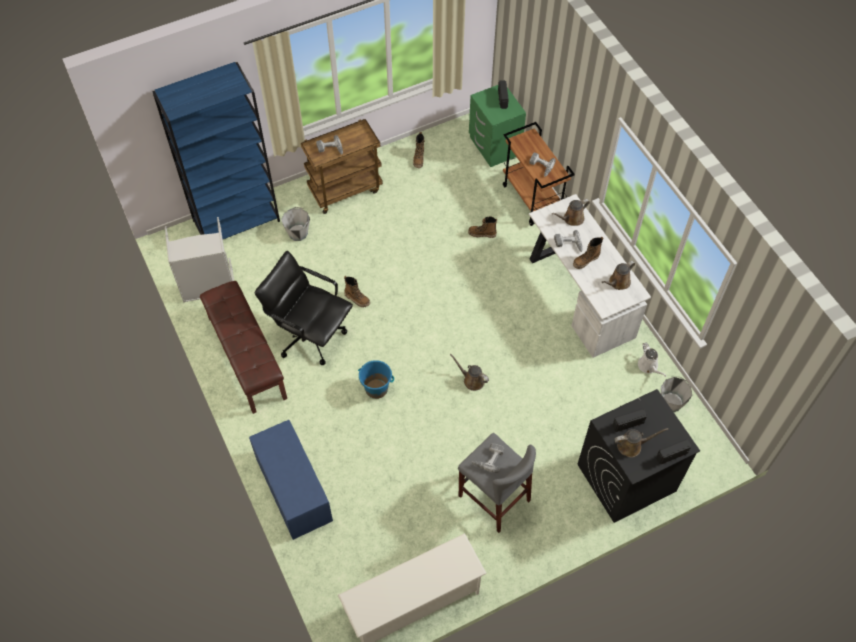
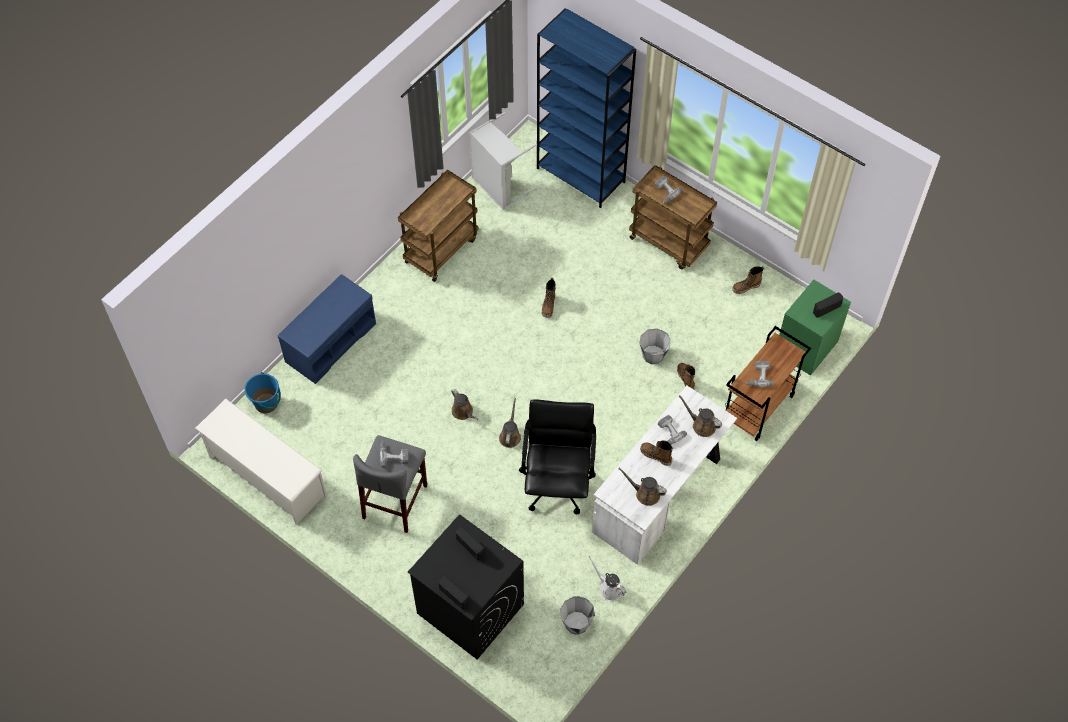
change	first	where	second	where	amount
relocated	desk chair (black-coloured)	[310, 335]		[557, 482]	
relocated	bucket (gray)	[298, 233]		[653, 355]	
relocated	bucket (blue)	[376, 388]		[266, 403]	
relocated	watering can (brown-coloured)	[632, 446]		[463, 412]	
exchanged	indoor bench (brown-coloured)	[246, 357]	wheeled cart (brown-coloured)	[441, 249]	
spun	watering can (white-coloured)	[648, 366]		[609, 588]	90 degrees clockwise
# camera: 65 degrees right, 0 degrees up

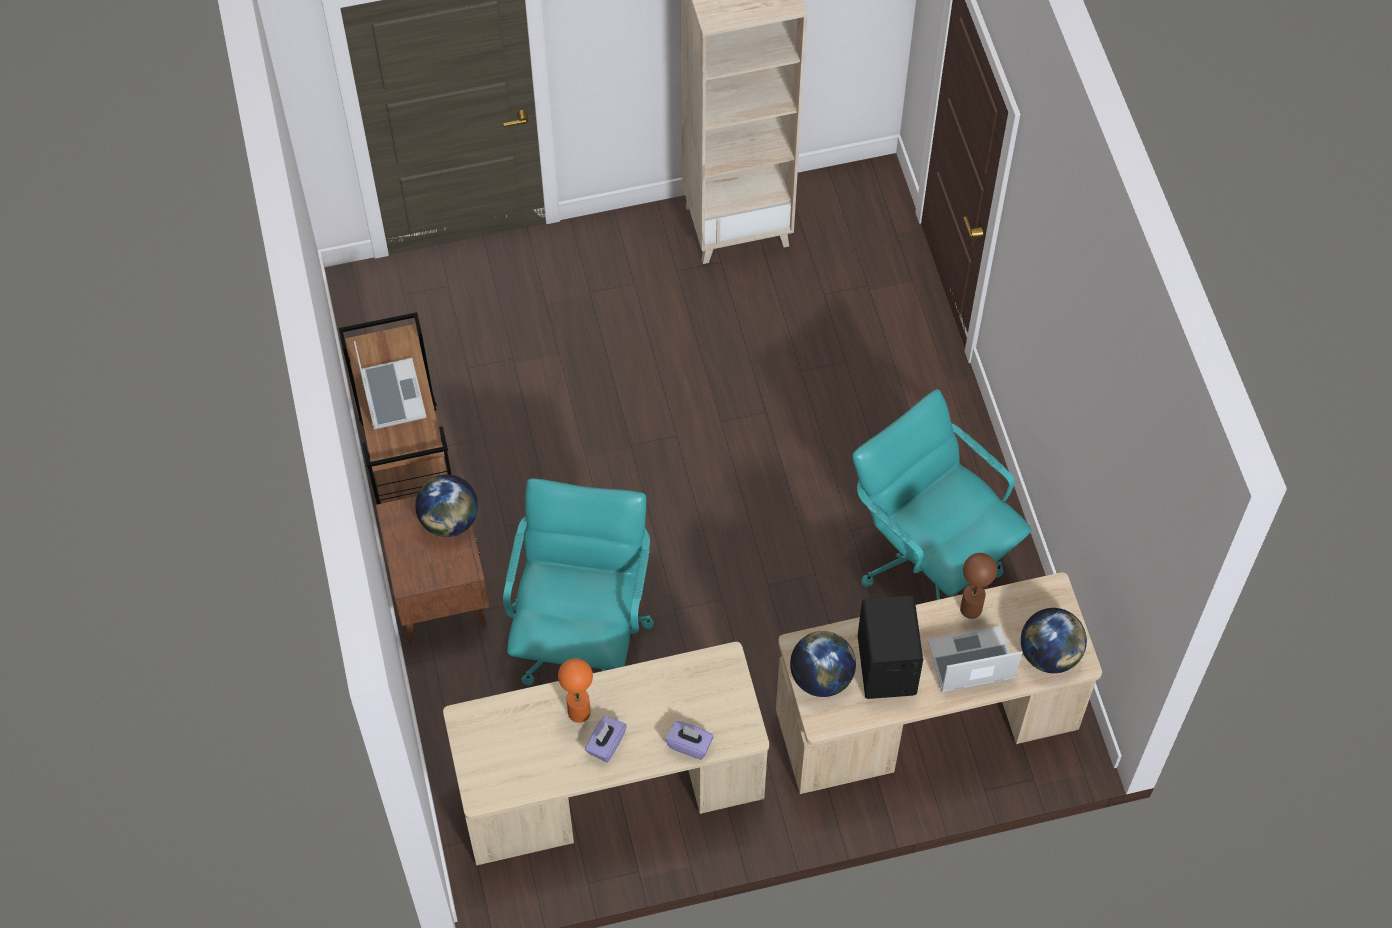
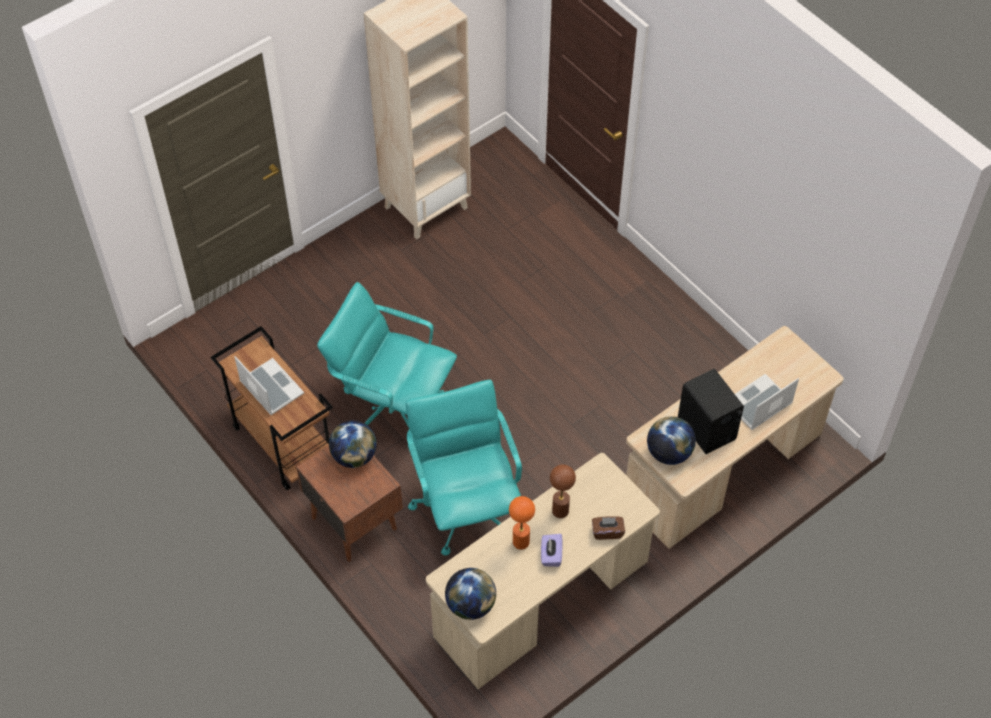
change	first	where	second	where	amount
relocated	desk chair (turquoise)	[928, 557]		[392, 407]	
relocated	lamp for a table (brown-coloured)	[971, 609]		[560, 511]	
relocated	desk globe	[1049, 654]		[471, 605]	
colour	tissue holder (purple)	[689, 745]	tissue holder (brown-coloured)	[607, 532]	
# camera: 25 degrees left, 5 degrees down

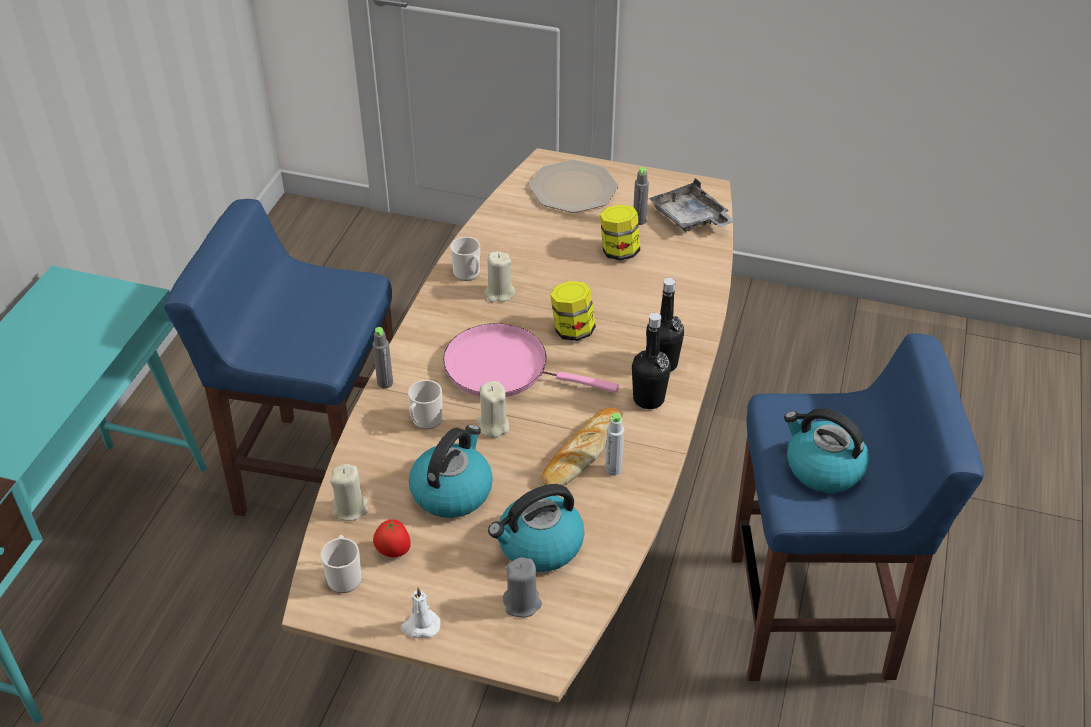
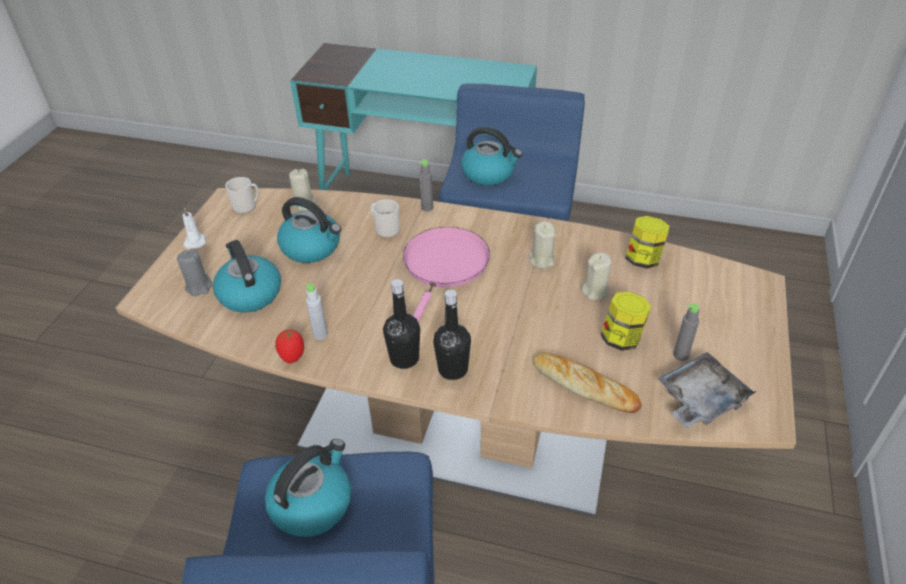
change	first	where	second	where	amount
missing	tea mug	[468, 274]			
missing	flat dish	[573, 189]			
appeared			water kettle	[489, 173]	
relocated	fresh tomato	[393, 552]		[293, 356]	
relocated	wax candle (sand-coloured)	[493, 426]		[595, 291]	
relocated	baked bread	[582, 453]		[584, 386]	
relocated	storage jar	[572, 330]		[643, 259]	
# camera: 90 degrees right, 0 degrees up

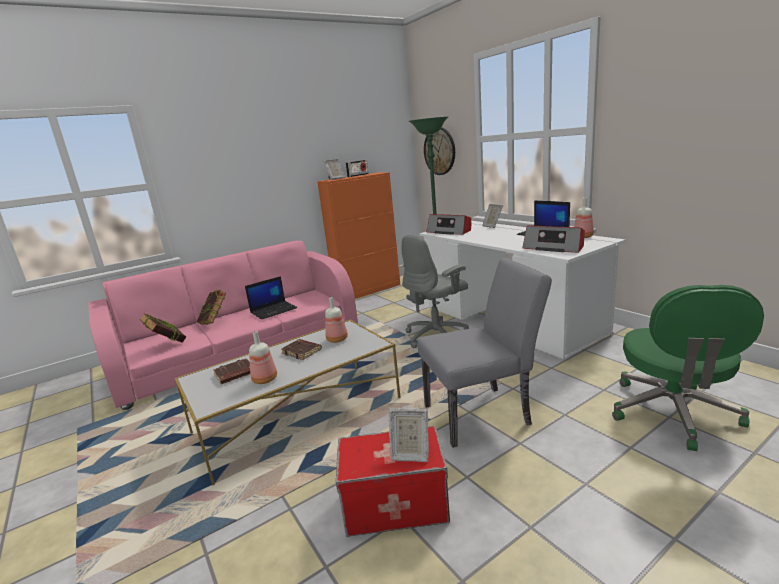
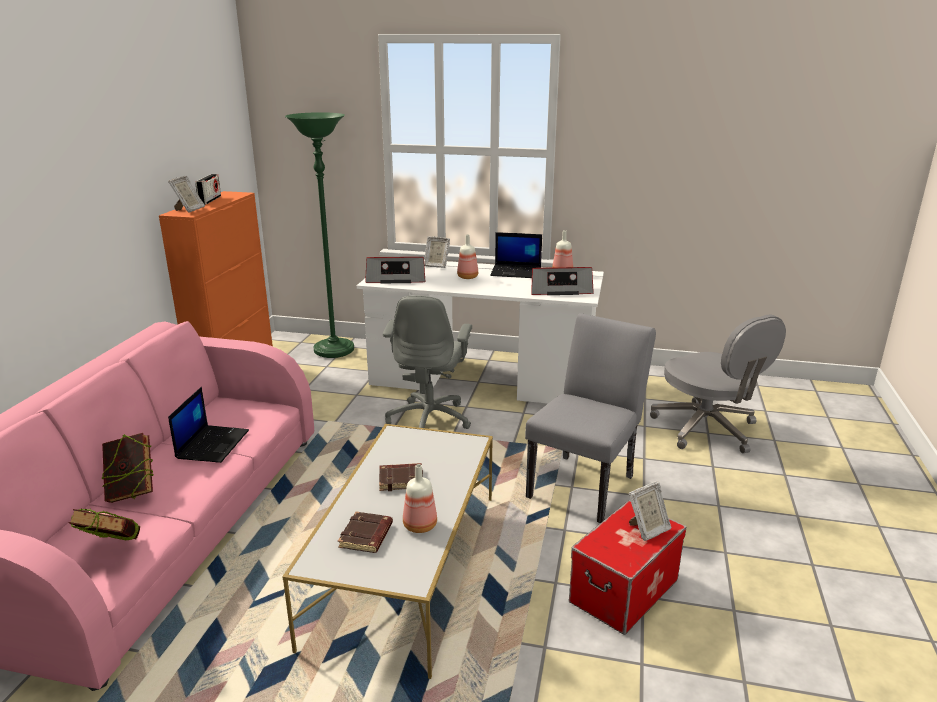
change	first	where	second	where	amount
missing	wall clock	[439, 151]			
relocated	bottle	[338, 339]		[468, 277]	
colour	desk chair (green-coloured)	[673, 413]	desk chair (gray)	[707, 429]	
# camera: 45 degrees left, 5 degrees up

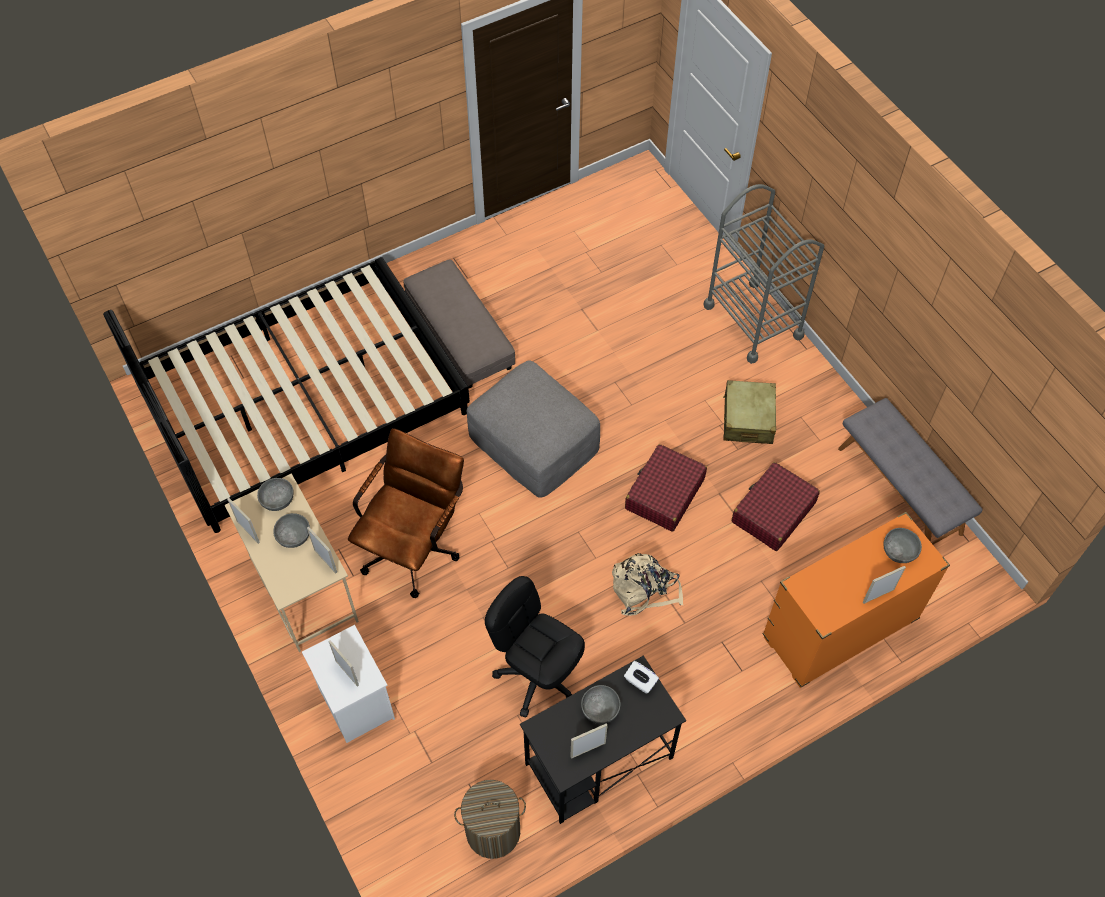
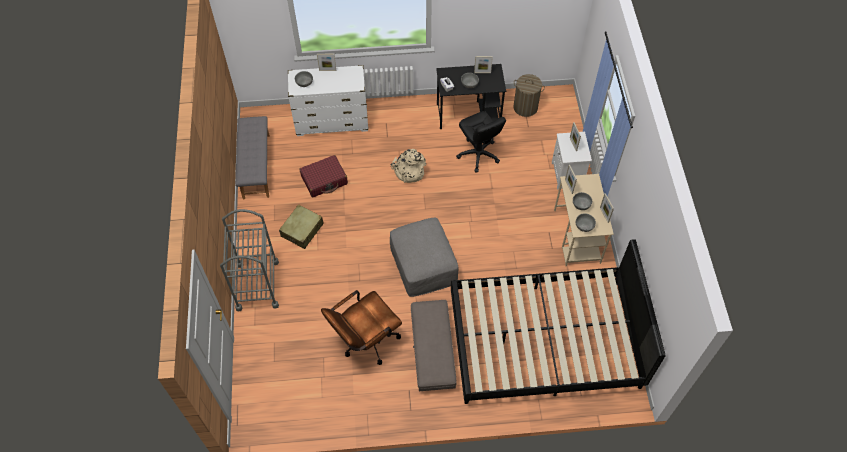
change	first	where	second	where	amount
missing	suitcase (red)	[664, 494]			
relocated	desk chair (brown-coloured)	[414, 545]		[365, 341]	
colour	dresser (orange-coloured)	[839, 629]	dresser (white-coloured)	[332, 122]	
# camera: 155 degrees left, 0 degrees up

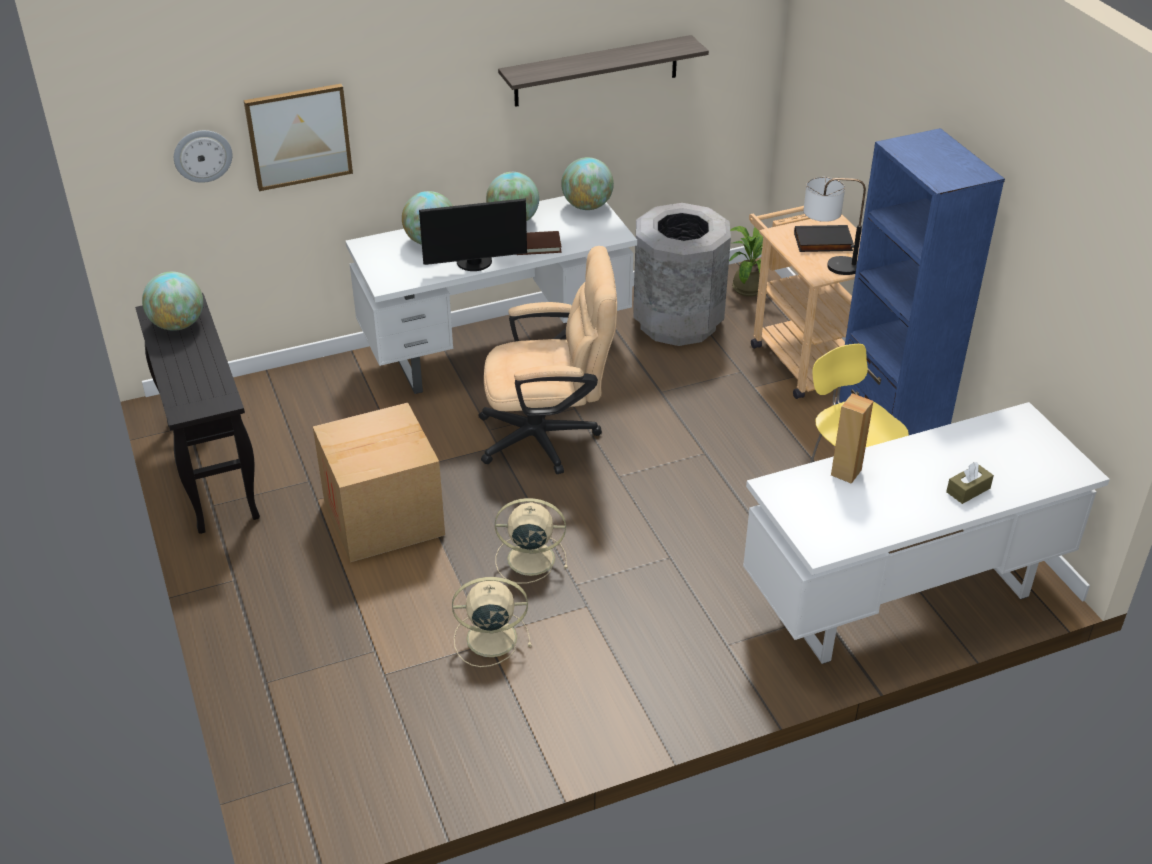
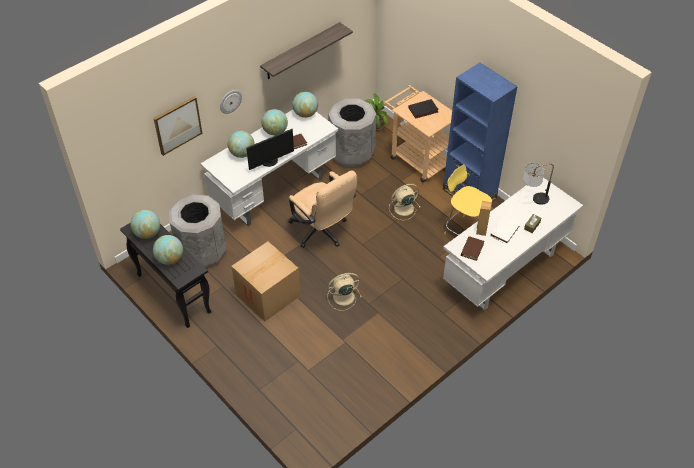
change	first	where	second	where	amount
appeared			desk globe	[170, 259]	
appeared			waste bin (gray)	[202, 252]	
appeared			volume (brown-coloured)	[472, 249]	
appeared			volume (white-coloured)	[505, 231]	
relocated	wall clock	[202, 155]		[230, 101]	
relocated	electric fan (sand-coloured)	[489, 638]		[403, 208]	
relocated	lamp for a table	[827, 266]		[533, 200]	
spun	desk chair (sand-coloured)	[549, 437]		[322, 232]	75 degrees clockwise
# camera: 20 degrees left, 10 degrees up

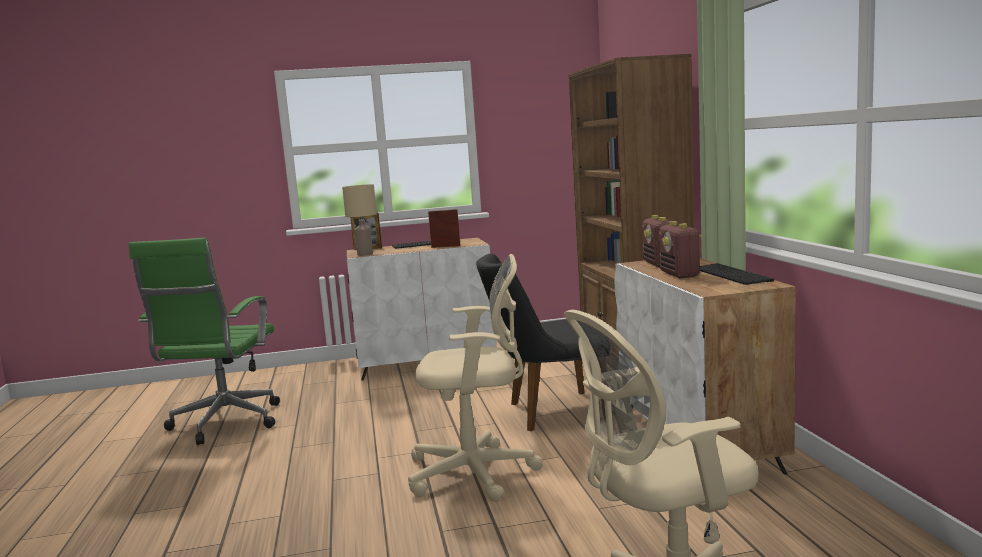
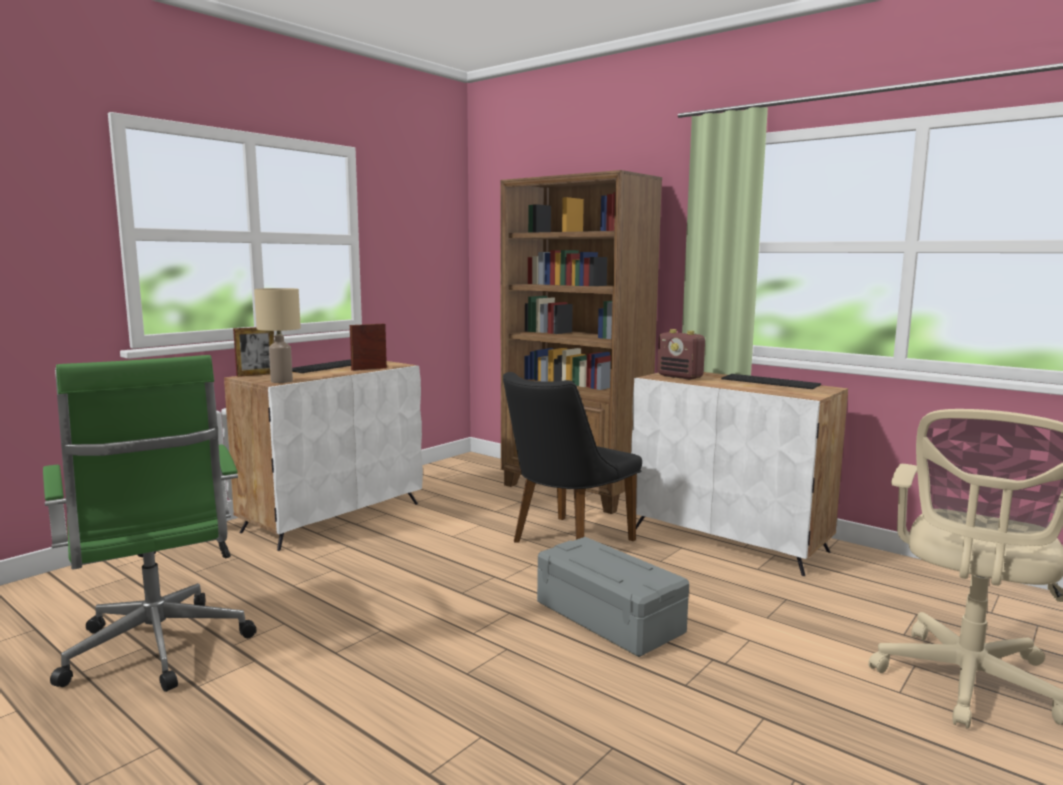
change	first	where	second	where	amount
missing	radio set	[679, 275]			
exchanged	desk chair (sand-coloured)	[477, 473]	storage container (gray)	[610, 617]	
# camera: 40 degrees left, 0 degrees up

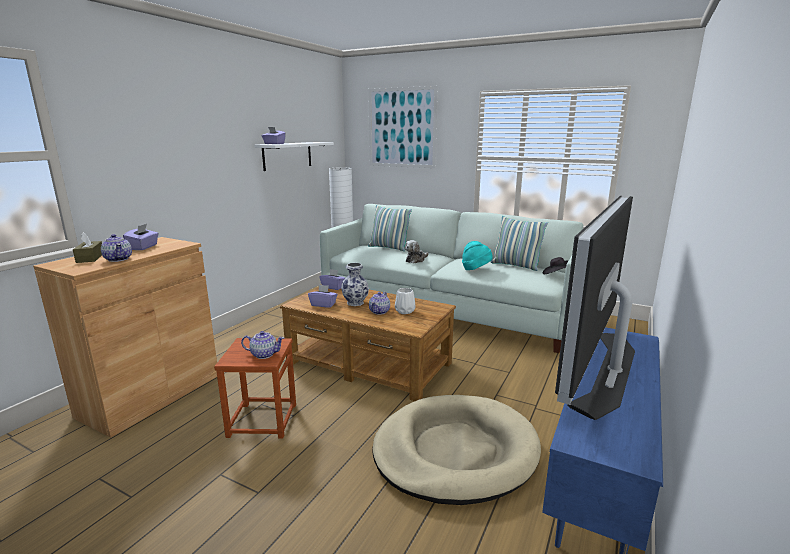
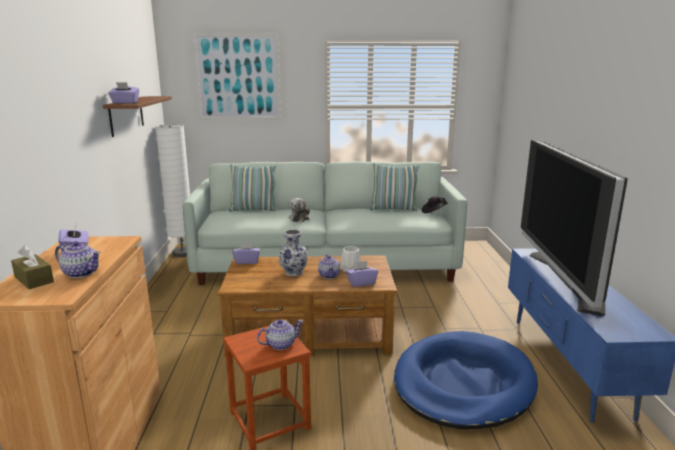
change	first	where	second	where	amount
missing	hat (turquoise)	[476, 269]			
relocated	tissue holder (purple)	[323, 304]		[361, 283]	
colour	bracket shelf (white-coloured)	[287, 155]	bracket shelf (brown-coloured)	[126, 115]	
colour	dog bed (sand-coloured)	[455, 451]	dog bed (blue)	[463, 384]	
# camera: 30 degrees left, 0 degrees up

